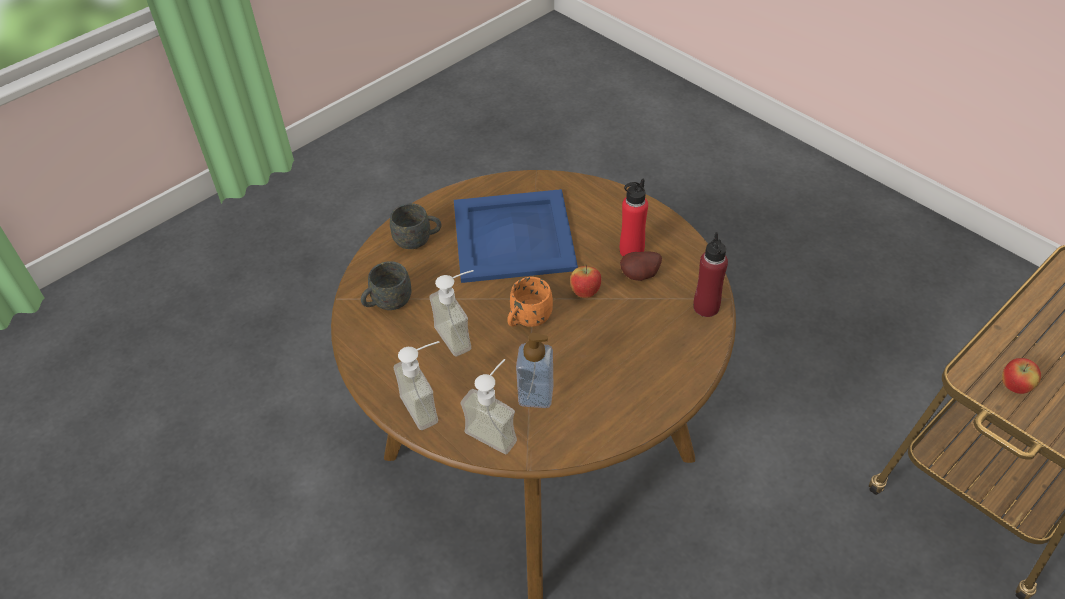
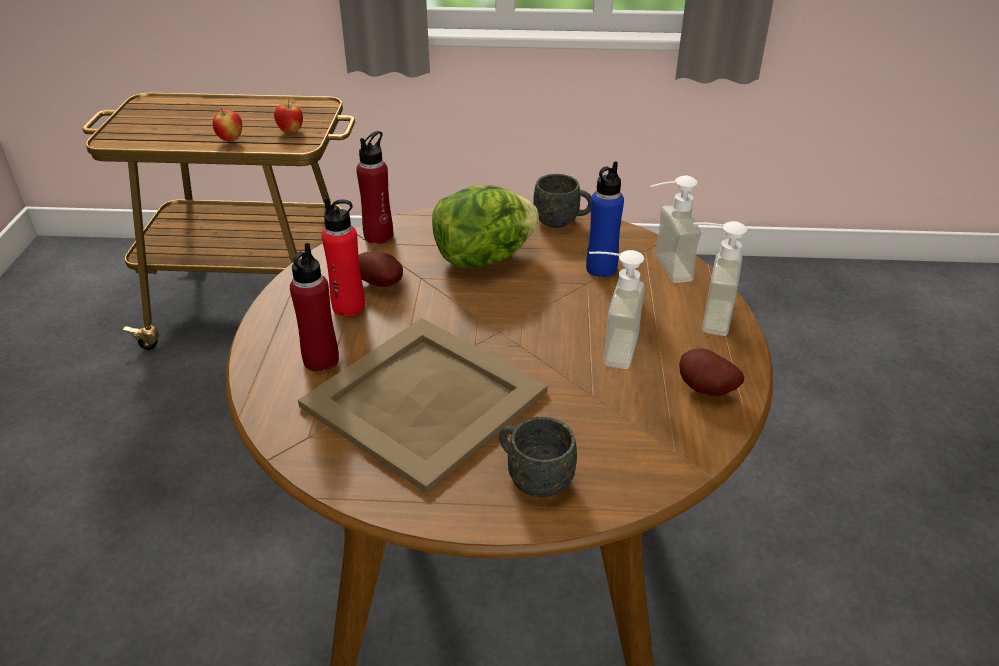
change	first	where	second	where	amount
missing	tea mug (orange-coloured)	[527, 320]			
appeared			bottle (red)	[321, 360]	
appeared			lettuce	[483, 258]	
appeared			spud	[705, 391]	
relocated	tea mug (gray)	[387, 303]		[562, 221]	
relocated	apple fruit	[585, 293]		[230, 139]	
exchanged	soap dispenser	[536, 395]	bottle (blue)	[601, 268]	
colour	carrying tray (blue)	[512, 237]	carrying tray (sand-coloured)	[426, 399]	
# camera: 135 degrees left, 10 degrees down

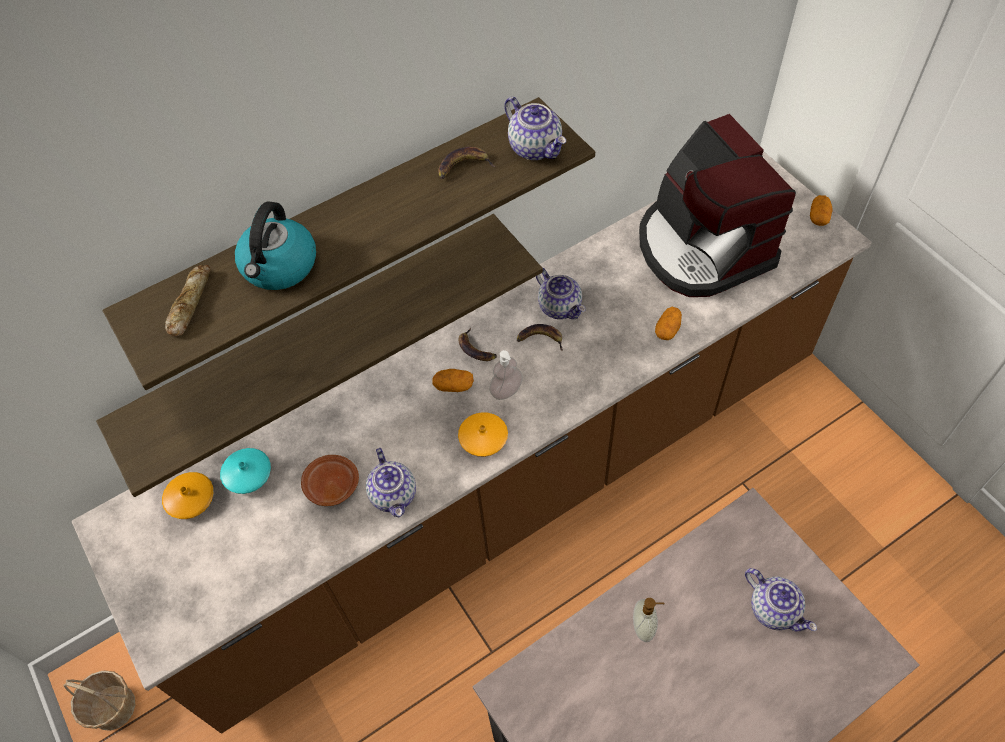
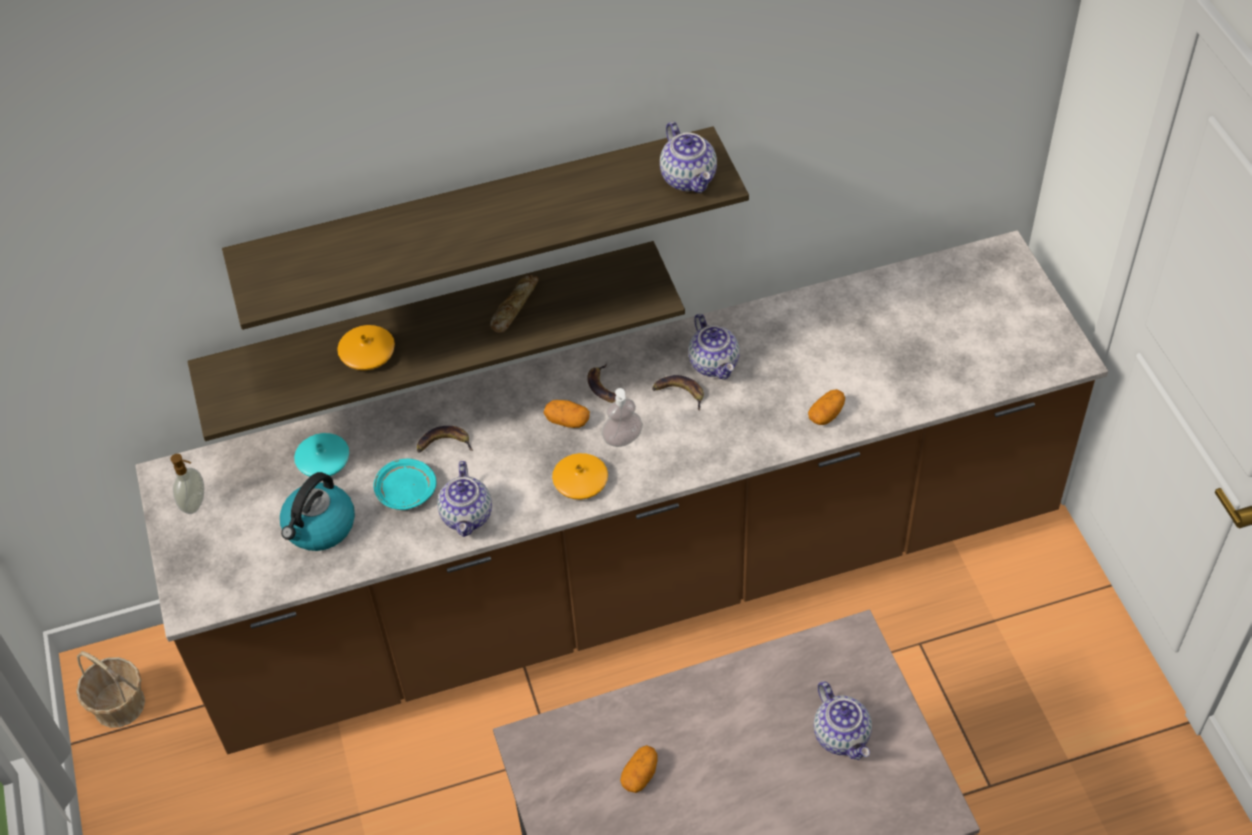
change	first	where	second	where	amount
missing	coffee machine	[702, 247]			
relocated	decorative vase (orange-coloured)	[190, 499]		[367, 353]	
relocated	baked bread	[189, 303]		[513, 307]	
relocated	water kettle	[280, 267]		[319, 527]	
relocated	banana	[463, 167]		[443, 443]	
relocated	soap dispenser	[644, 627]		[195, 503]	
relocated	spud	[818, 217]		[640, 775]	
colour	flat dish (brown-coloured)	[331, 485]	flat dish (turquoise)	[405, 491]	
# camera: 15 degrees right, 5 degrees down

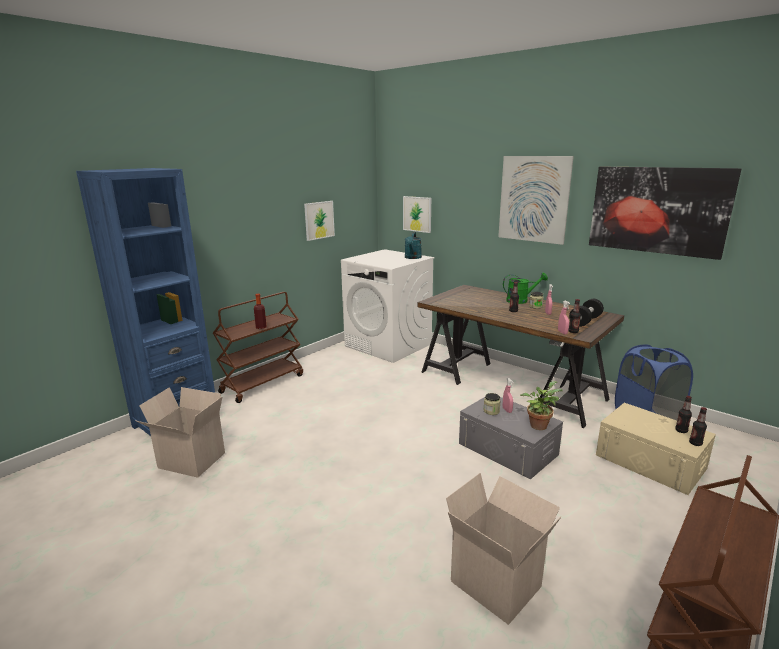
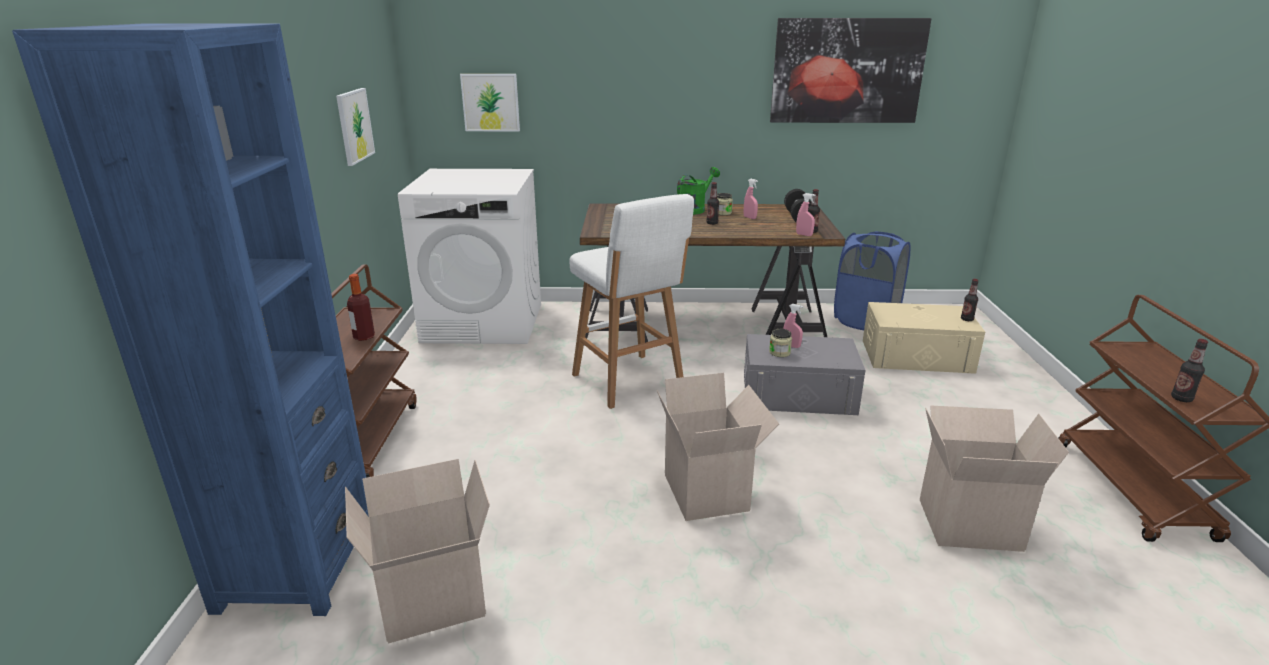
change	first	where	second	where	amount
missing	watering can (turquoise)	[412, 258]			
missing	wall art	[533, 199]			
missing	potted plant	[538, 424]			
appeared			sitting stool (white-coloured)	[629, 382]	
appeared			cardboard box	[709, 493]	
relocated	bottle	[681, 430]		[1181, 398]	
# camera: 40 degrees left, 5 degrees up

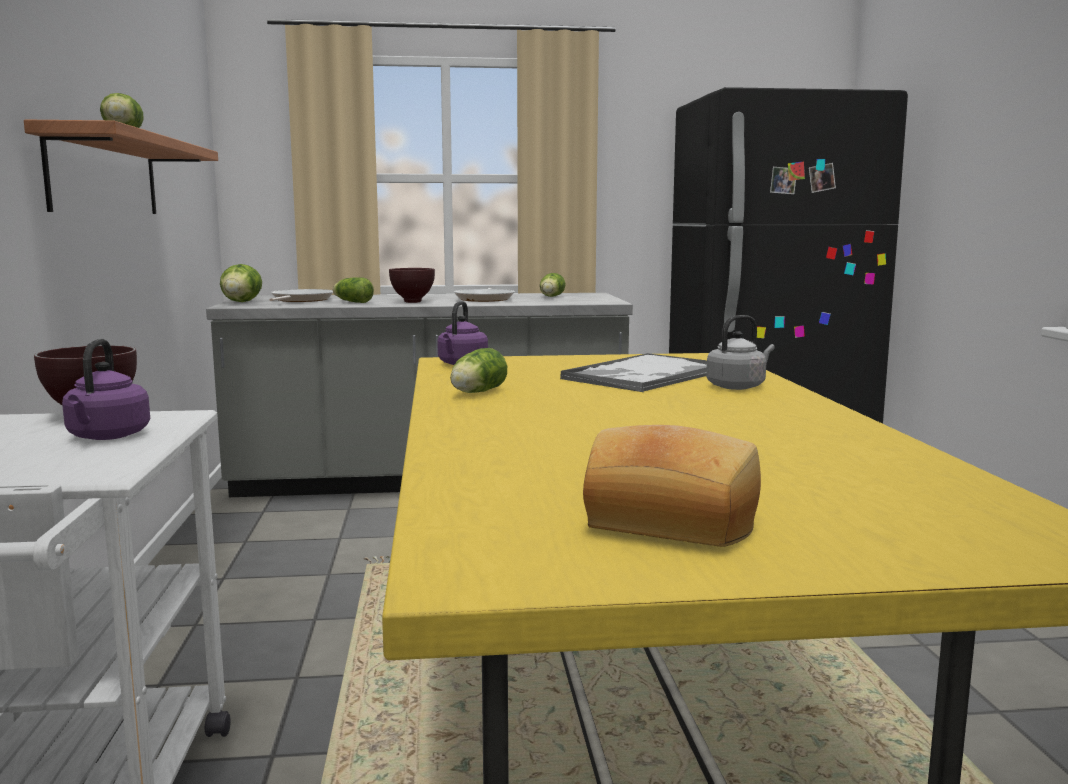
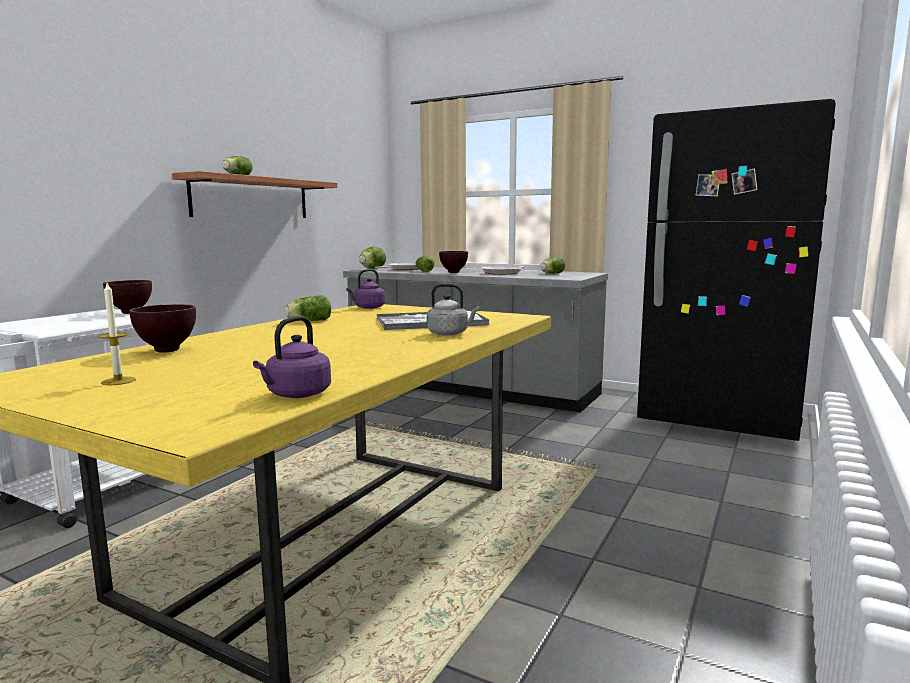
change	first	where	second	where	amount
appeared			bowl (brown-coloured)	[167, 351]	
relocated	water kettle (purple)	[107, 437]		[296, 395]	
exchanged	baked bread	[673, 520]	wax candle	[118, 381]	
# camera: 35 degrees right, 0 degrees up

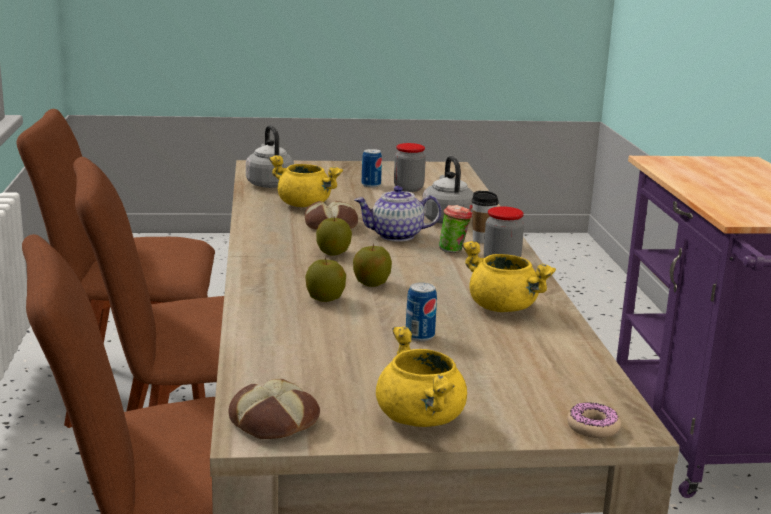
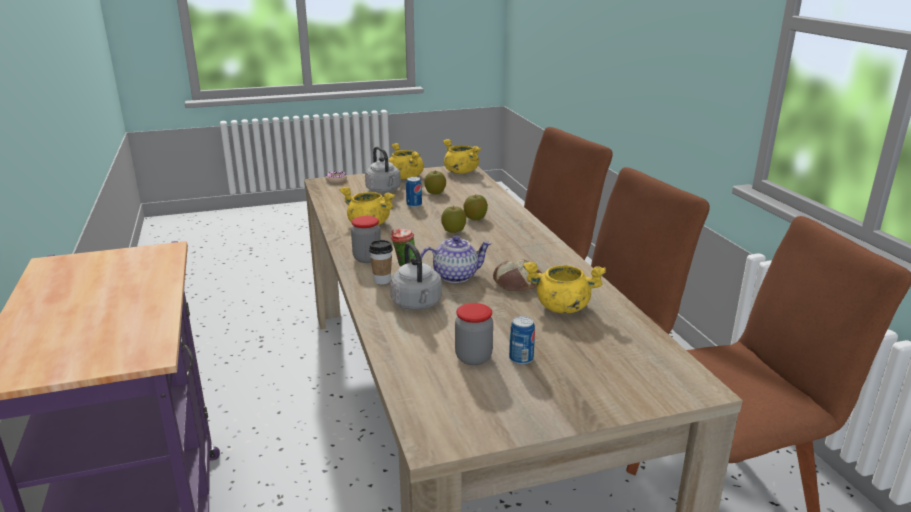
change	first	where	second	where	amount
relocated	water kettle (gray)	[269, 184]		[384, 190]	
relocated	apple fruit	[333, 253]		[435, 193]	
exchanged	baked bread	[274, 422]	cooking pot (yellowish)	[460, 171]	
# camera: 170 degrees right, 5 degrees up

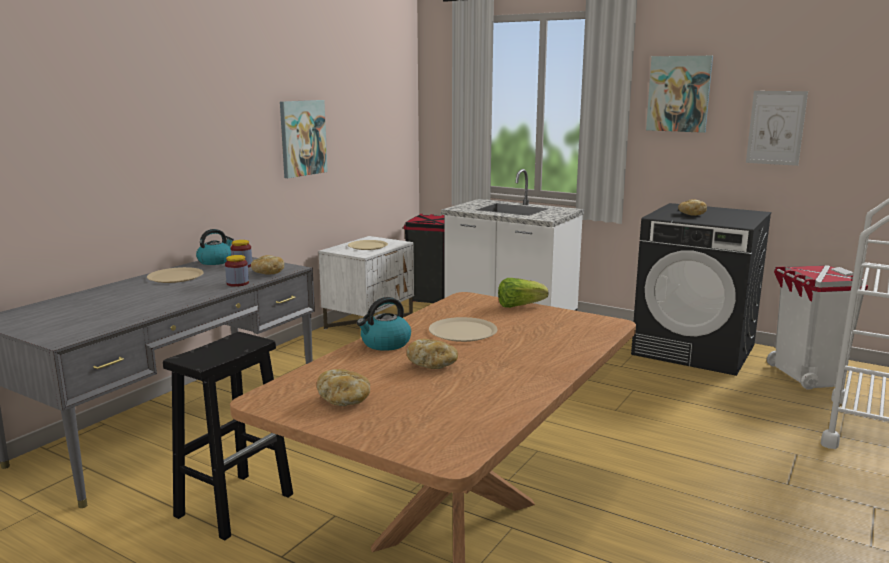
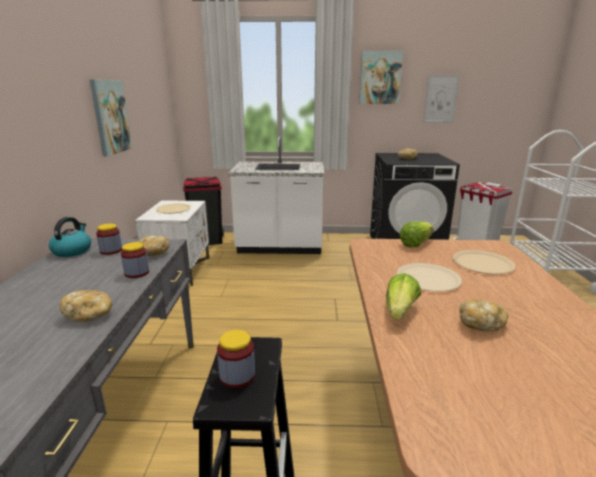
change	first	where	second	where	amount
appeared			storage jar	[237, 376]	
relocated	flat dish (sand-coloured)	[175, 276]		[482, 263]	
relocated	baked bread	[345, 400]		[89, 315]	
exchanged	water kettle	[385, 344]	lettuce	[400, 311]	
# camera: 30 degrees left, 5 degrees up

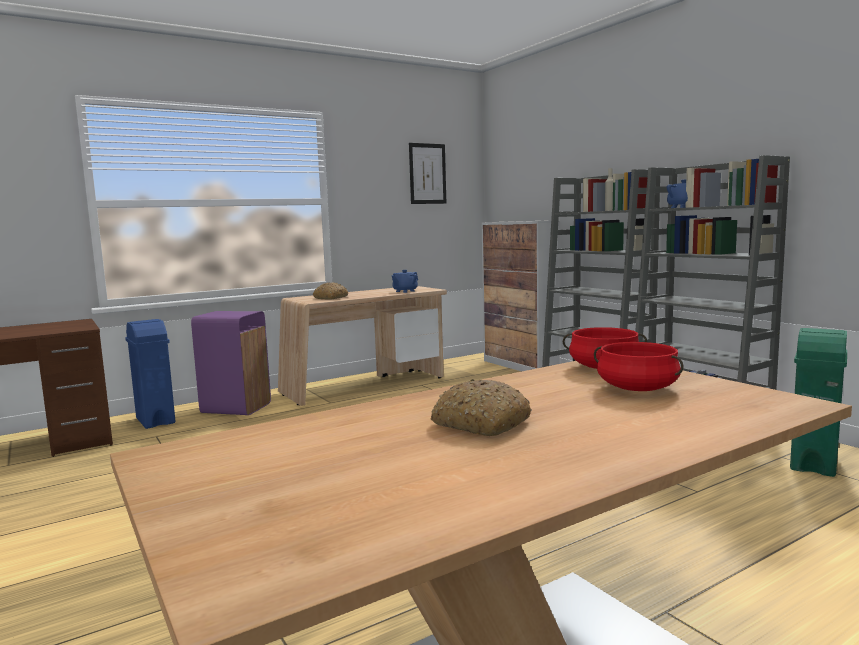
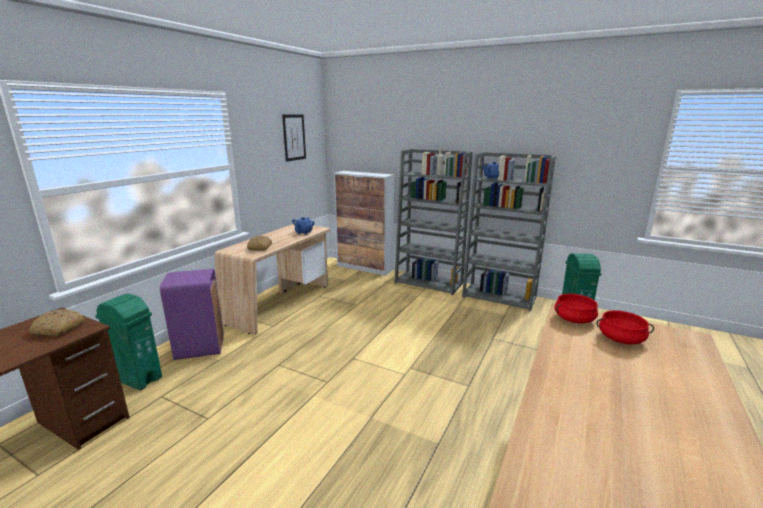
change	first	where	second	where	amount
relocated	baked bread	[480, 424]		[58, 329]	
colour	waste bin (blue)	[155, 420]	waste bin (green-coloured)	[138, 378]	
# camera: 30 degrees left, 10 degrees up

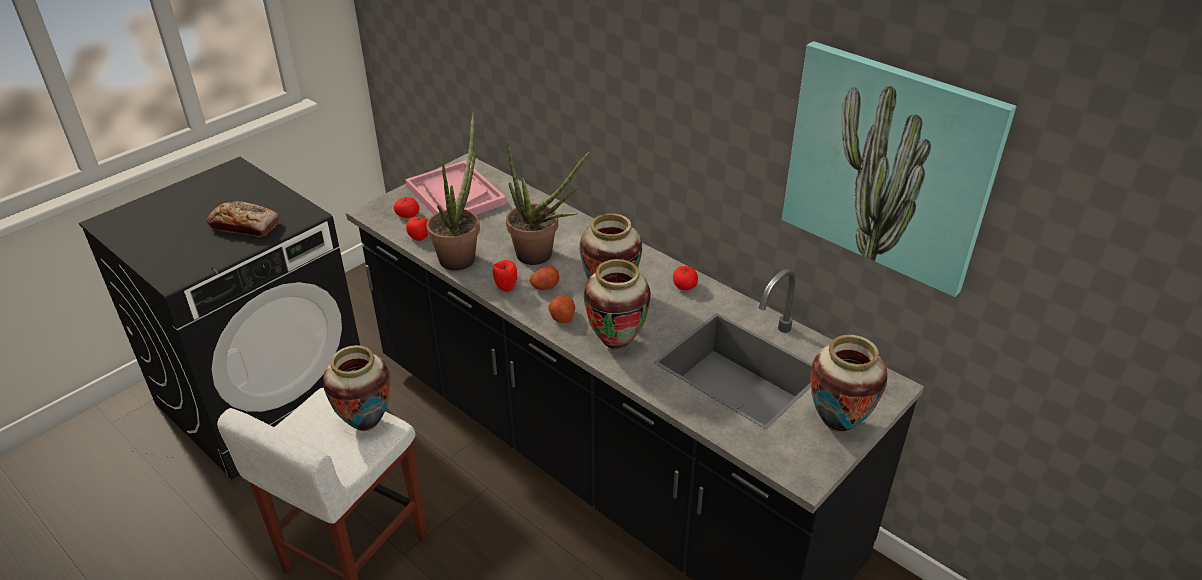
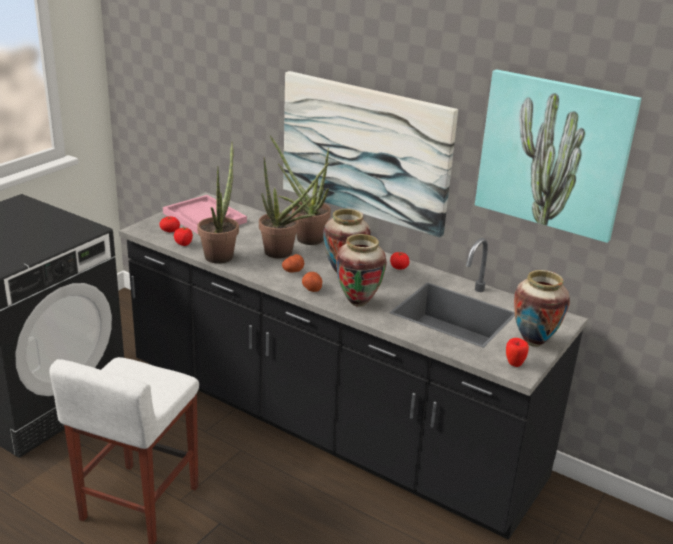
change	first	where	second	where	amount
missing	baked bread	[245, 225]			
missing	decorative vase	[366, 424]			
appeared			potted plant	[304, 237]	
appeared			wall art	[365, 151]	
relocated	apple fruit	[506, 288]		[514, 364]	
# camera: 10 degrees left, 10 degrees down

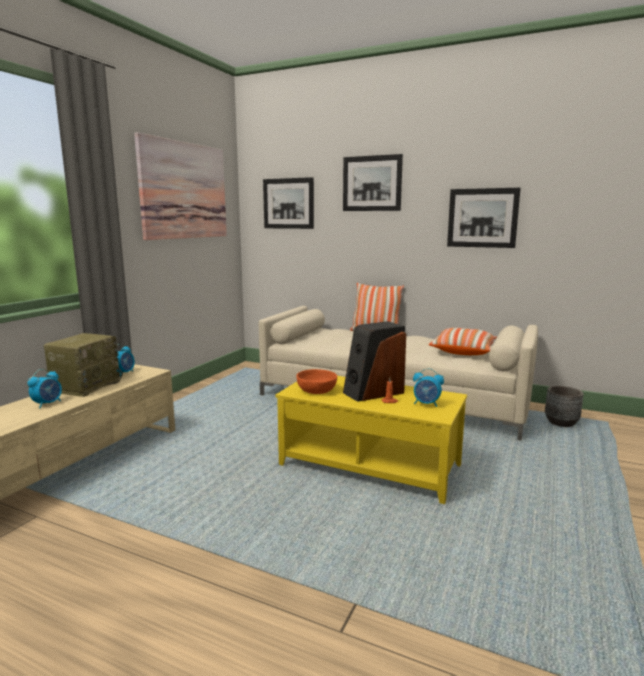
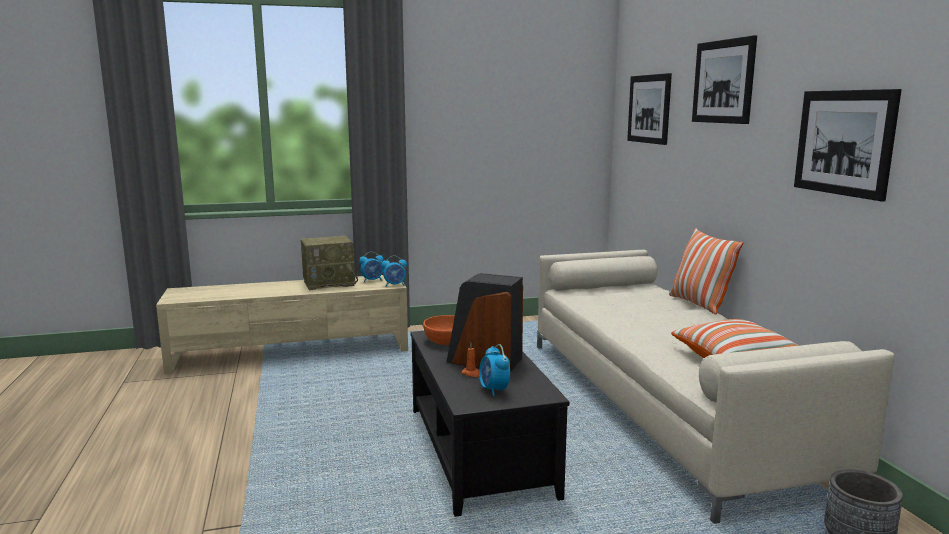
change	first	where	second	where	amount
missing	wall art	[184, 191]			
relocated	bedside clock	[48, 404]		[395, 285]	
colour	low table (yellowish)	[370, 464]	low table (black-coloured)	[481, 450]	
# camera: 50 degrees right, 0 degrees up

